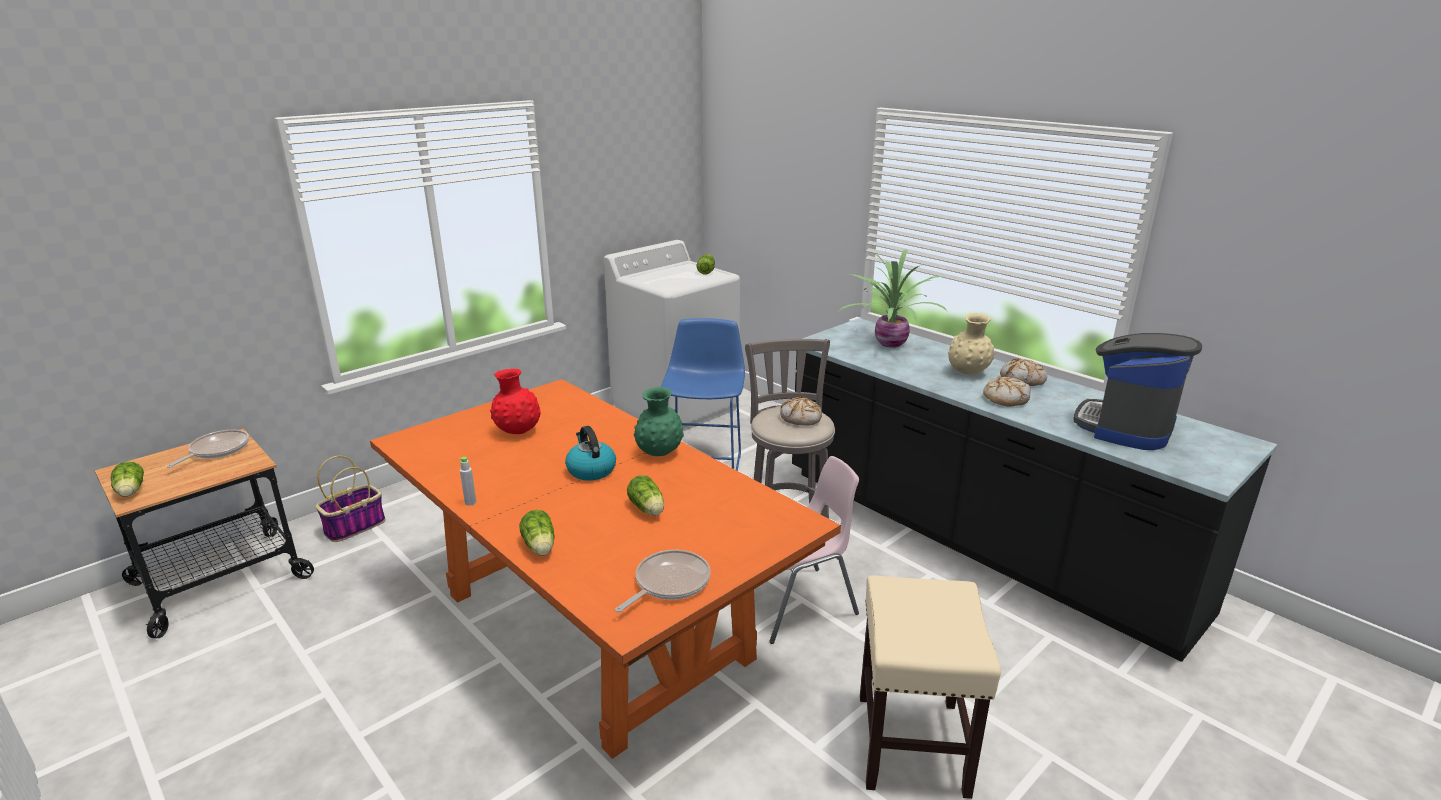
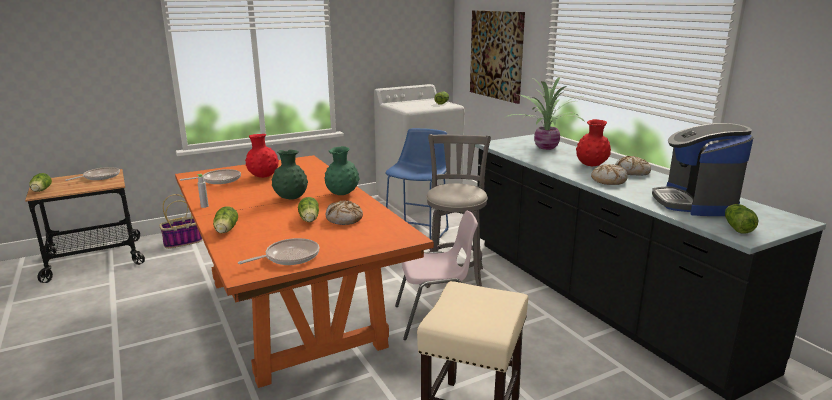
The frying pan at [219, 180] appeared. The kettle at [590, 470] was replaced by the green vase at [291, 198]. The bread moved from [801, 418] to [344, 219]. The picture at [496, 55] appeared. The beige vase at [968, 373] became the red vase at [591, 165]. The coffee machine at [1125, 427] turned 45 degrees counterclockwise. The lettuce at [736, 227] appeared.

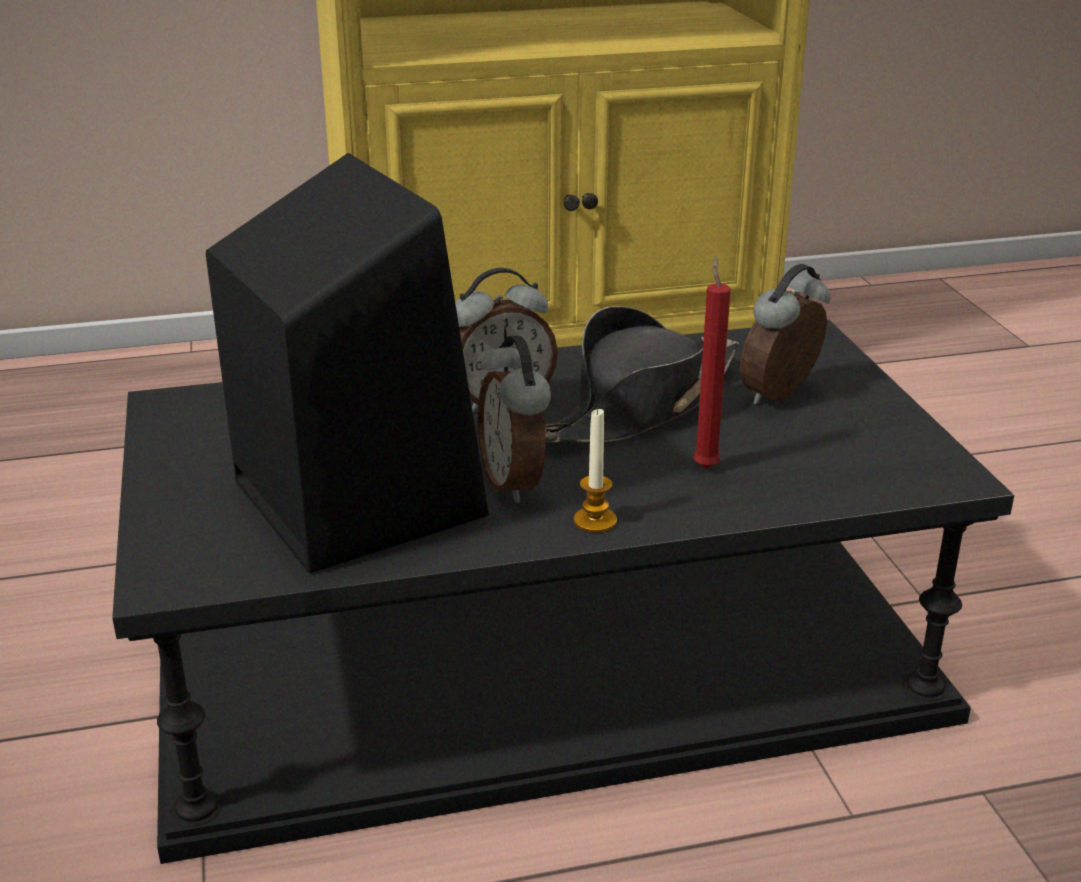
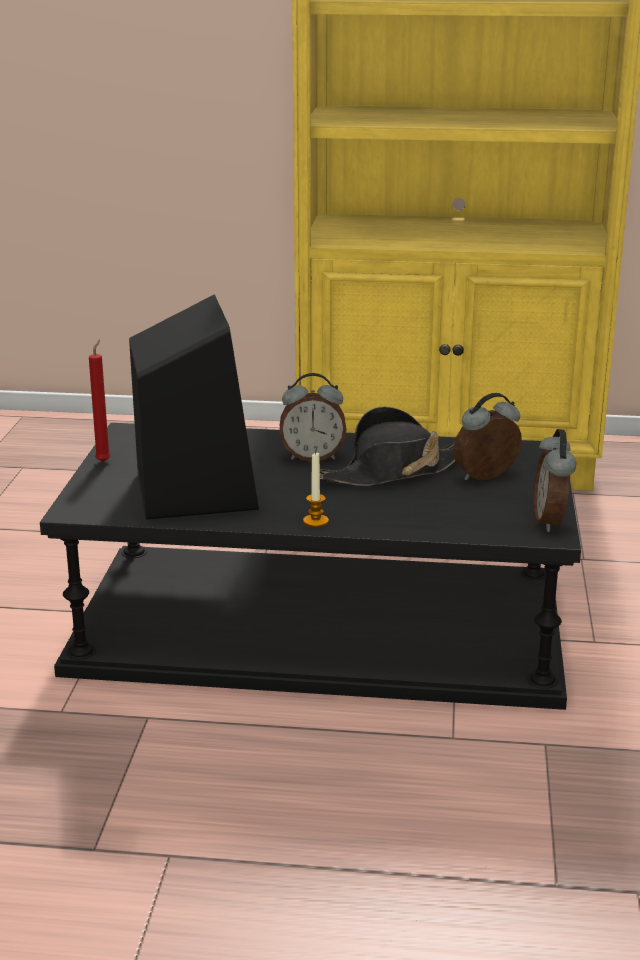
The red candle moved from [705, 466] to [104, 461]. The alarm clock moved from [515, 482] to [551, 521].

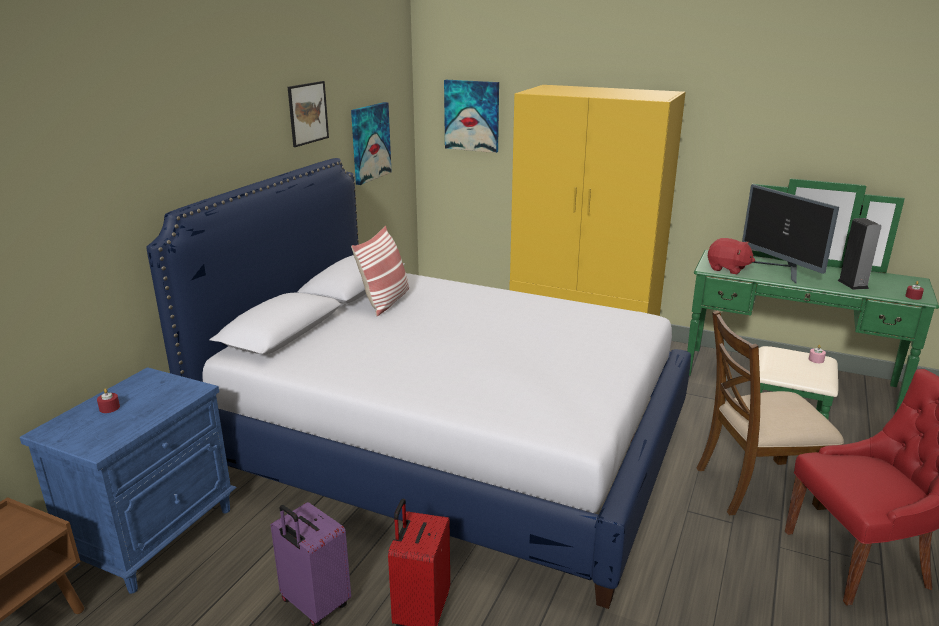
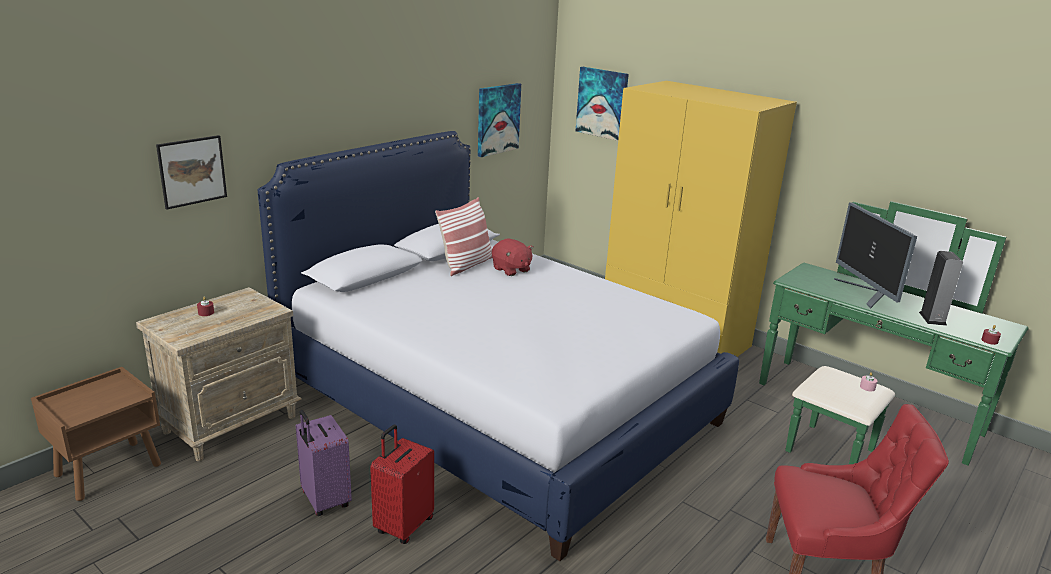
The blue nightstand at [154, 535] became the beige nightstand at [231, 423]. The picture moved from [308, 113] to [192, 171]. The red plush toy moved from [727, 269] to [511, 270]. The brown chair at [756, 486] disappeared.

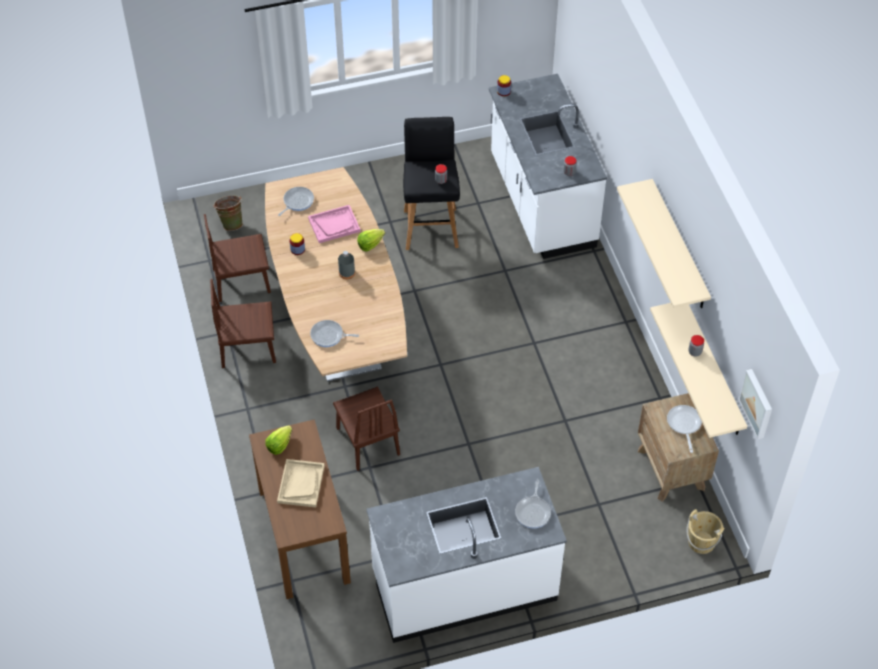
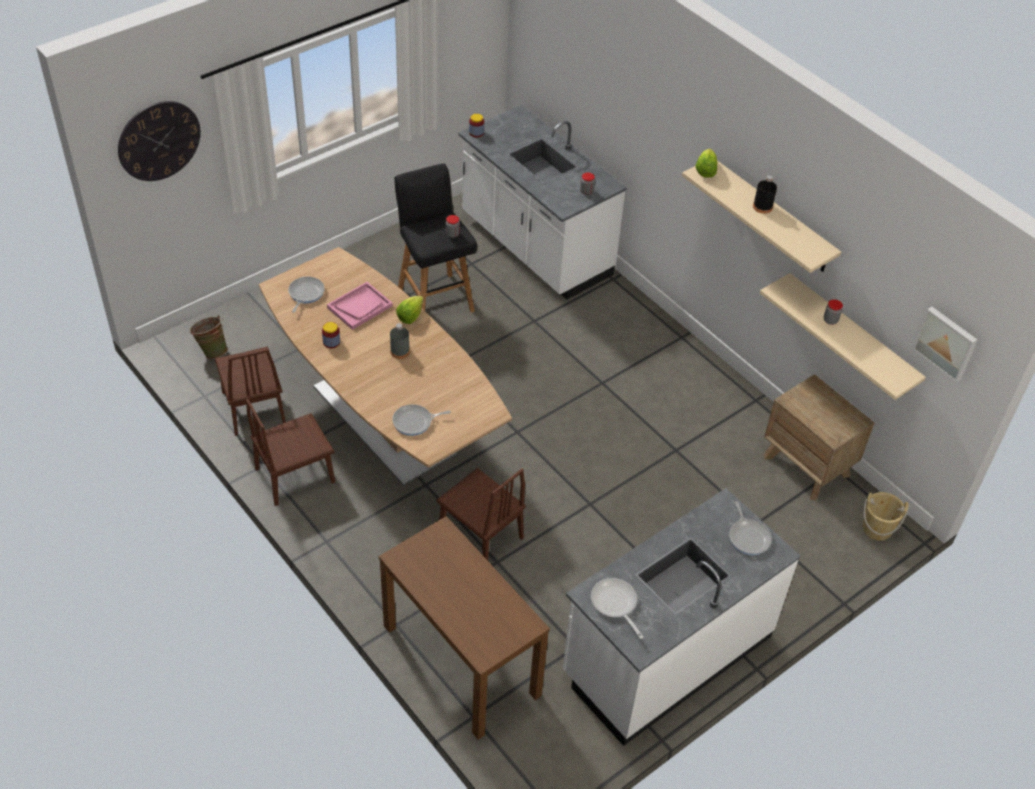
The wall clock at [159, 141] appeared. The brown chair at [242, 281] turned 75 degrees counterclockwise. The frying pan moved from [684, 425] to [615, 604]. The lettuce moved from [279, 445] to [705, 171]. The black bottle at [762, 207] appeared. The beige tray at [301, 484] disappeared.

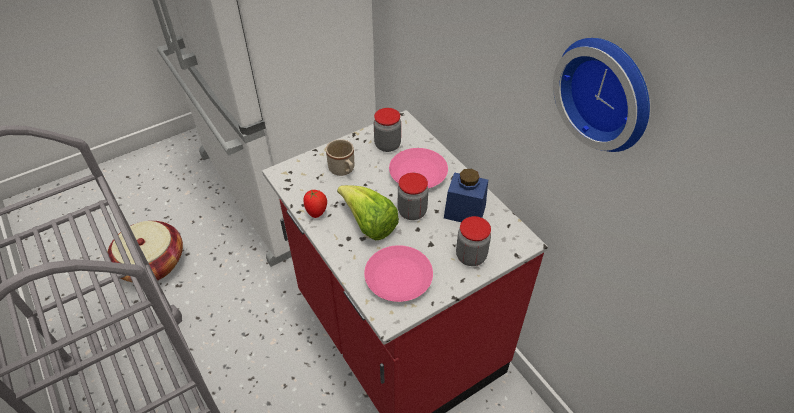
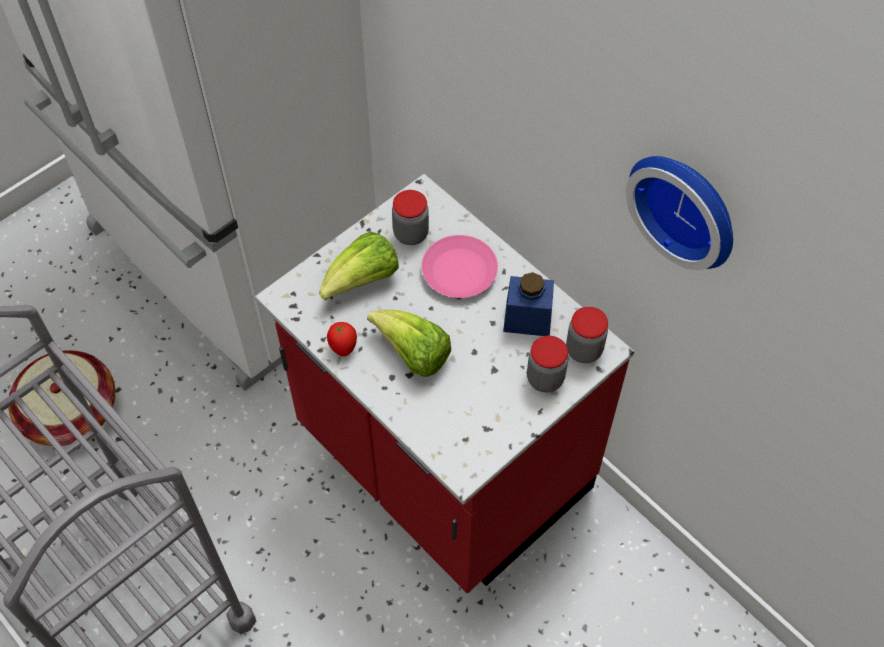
The beige mug at [343, 170] was replaced by the lettuce at [362, 281]. The jar moved from [412, 211] to [584, 350]. The pink plate at [399, 278] disappeared.

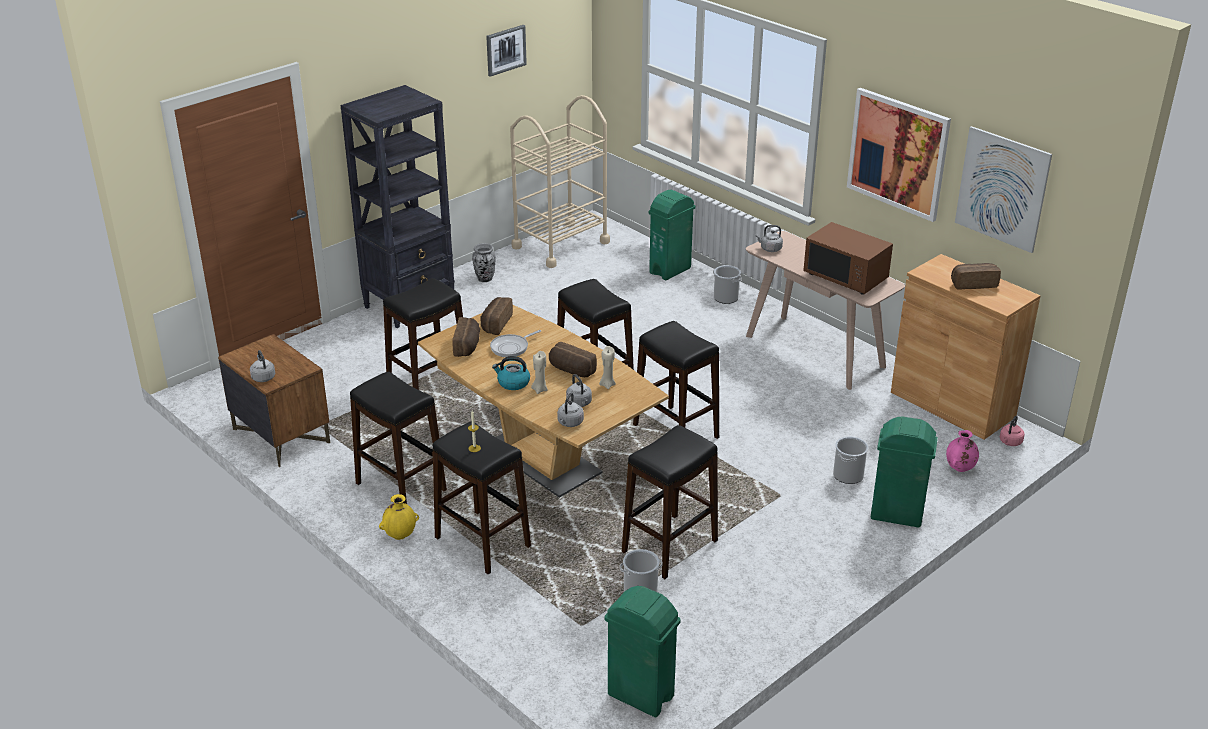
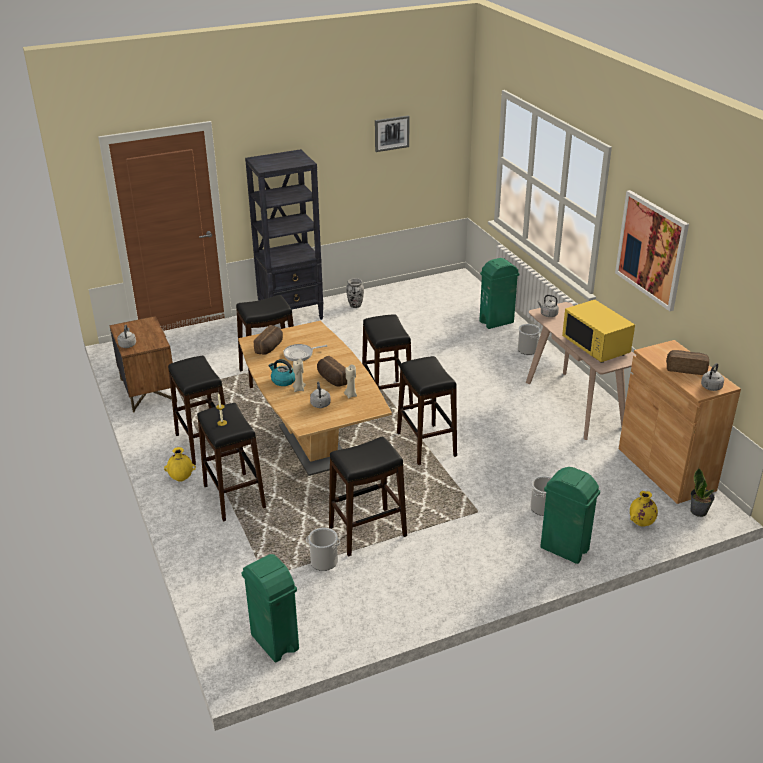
The brown microwave at [846, 277] became the yellow microwave at [596, 346]. The pink vase at [960, 469] became the yellow vase at [641, 523]. The pink kettle at [1010, 442] was replaced by the potted plant at [699, 511]. The grey kettle moved from [570, 423] to [710, 387]. The bread at [495, 324] disappeared. The beige cart at [560, 244] disappeared. The picture at [1002, 189] disappeared.

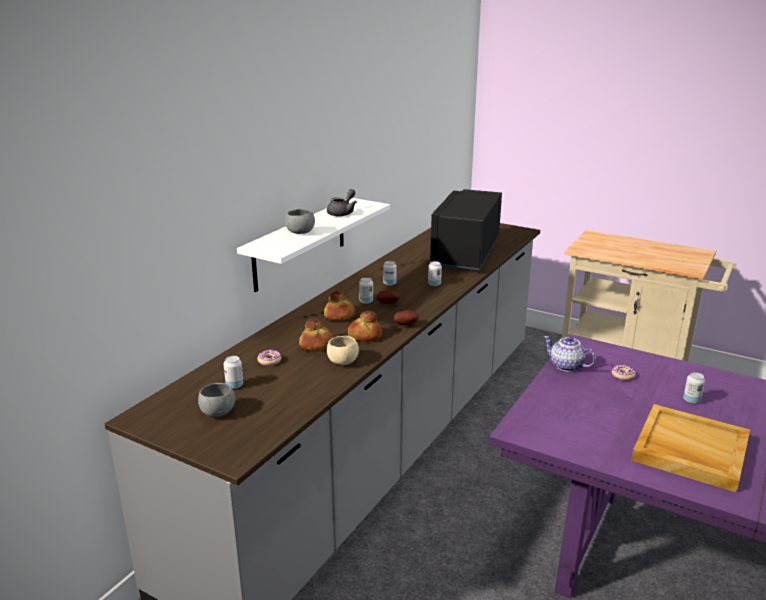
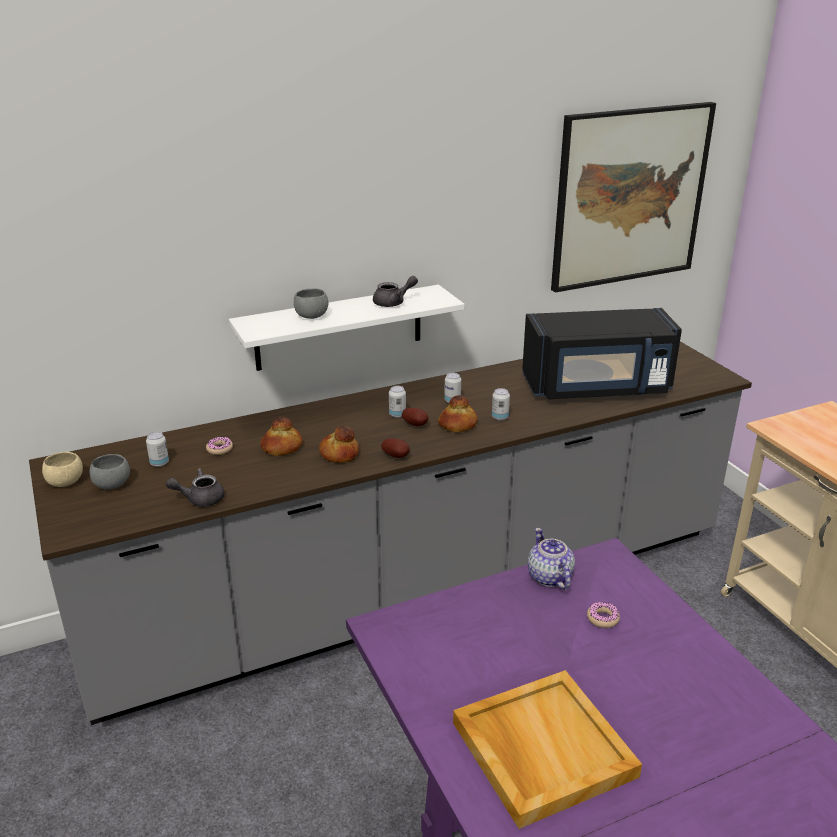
The beige bowl moved from [343, 361] to [65, 482]. The grey teapot at [200, 499] appeared. The bread moved from [340, 315] to [458, 425]. The black microwave at [465, 253] turned 150 degrees counterclockwise. The picture at [629, 196] appeared. The can at [691, 400] disappeared.

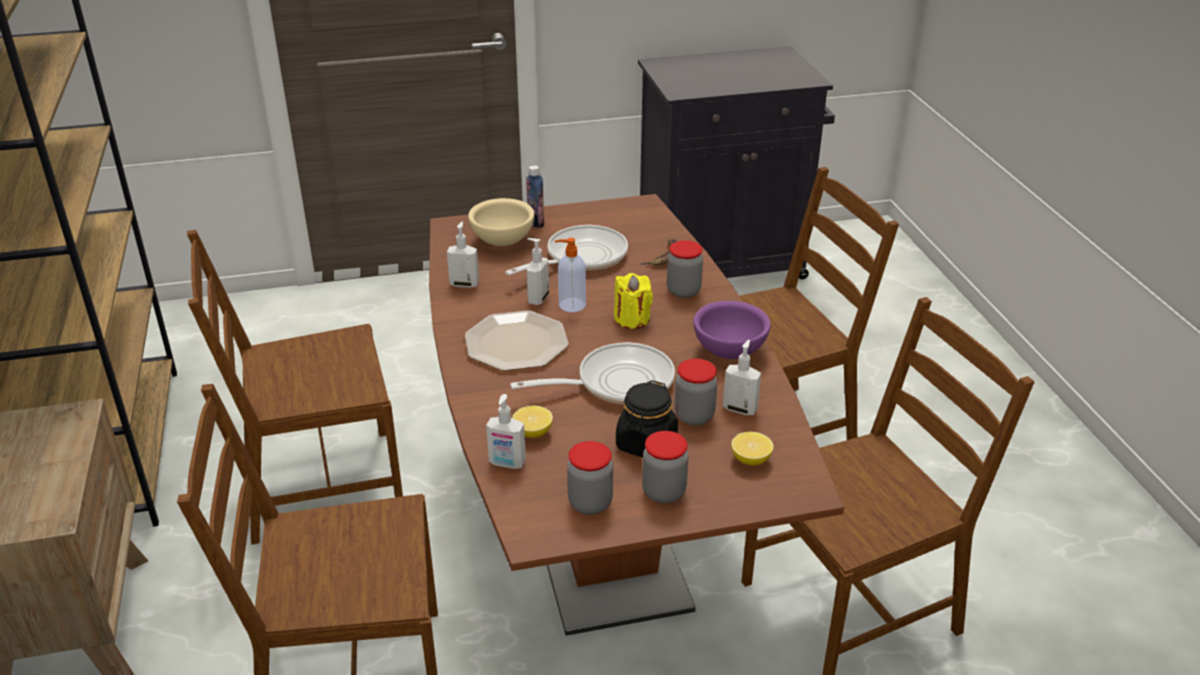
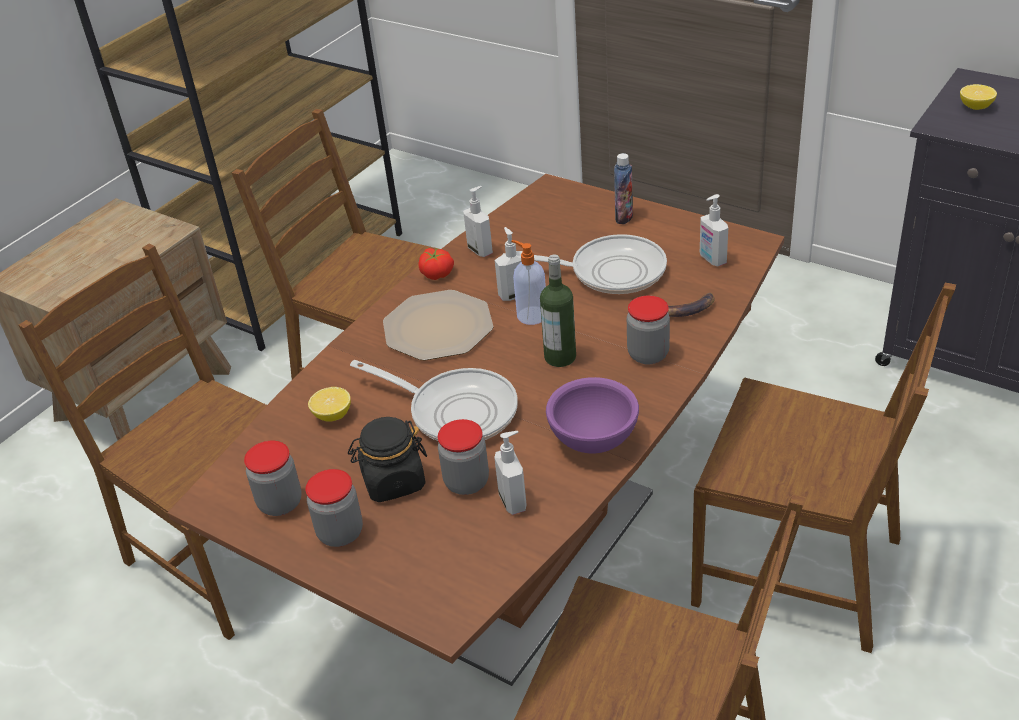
The tomato at [437, 273] appeared. The yellow candle at [632, 319] was replaced by the bottle at [560, 357]. The soap dispenser moved from [507, 463] to [712, 259]. The lemon moved from [750, 460] to [975, 107]. The beige bowl at [503, 240] disappeared.

